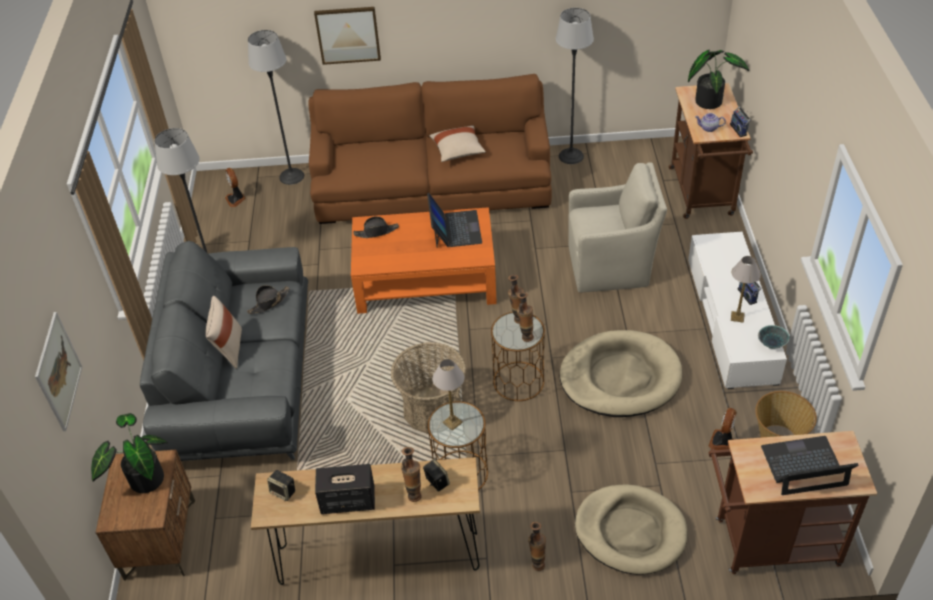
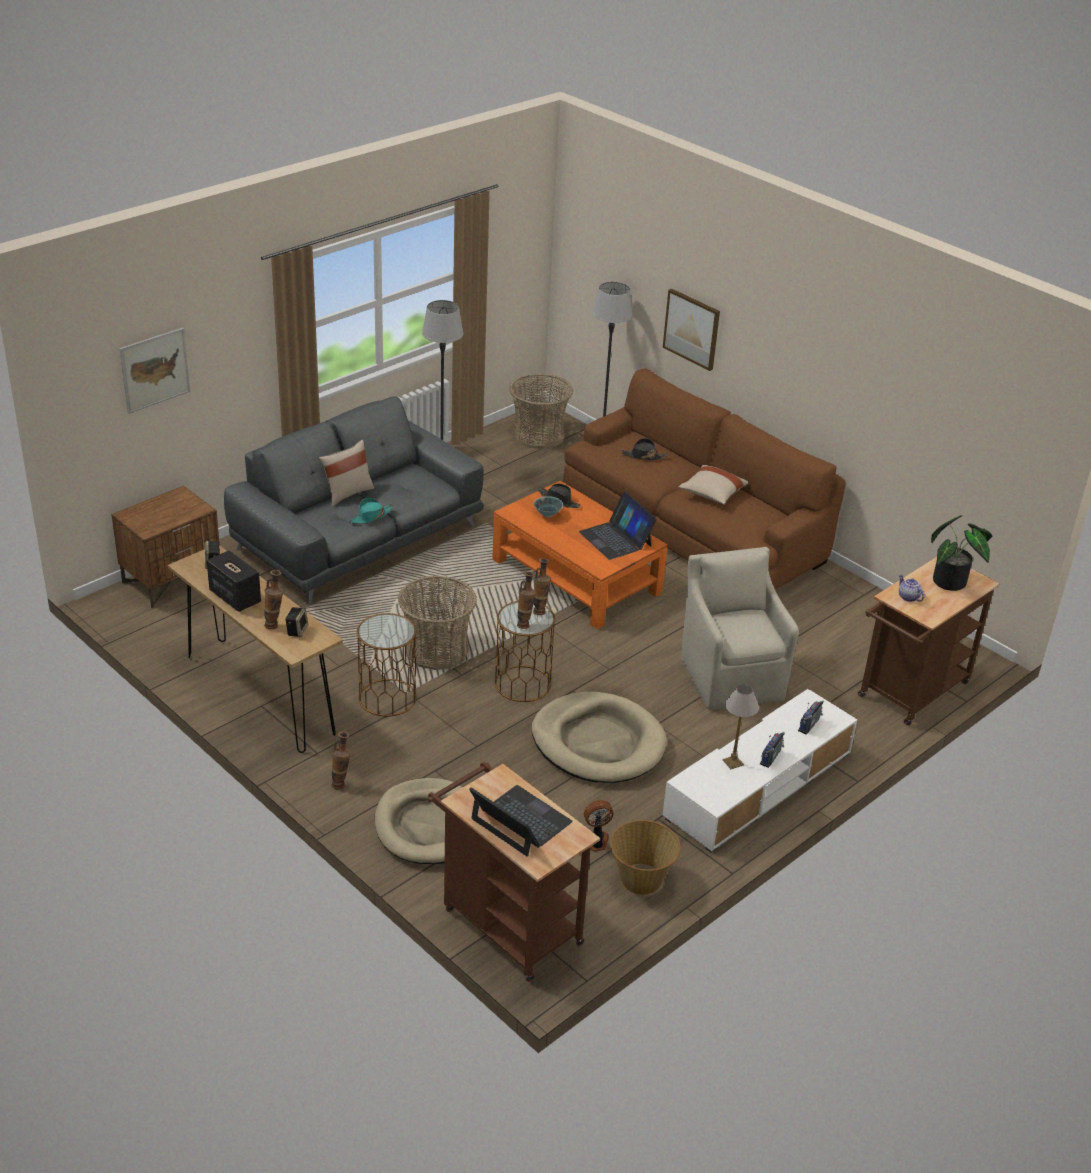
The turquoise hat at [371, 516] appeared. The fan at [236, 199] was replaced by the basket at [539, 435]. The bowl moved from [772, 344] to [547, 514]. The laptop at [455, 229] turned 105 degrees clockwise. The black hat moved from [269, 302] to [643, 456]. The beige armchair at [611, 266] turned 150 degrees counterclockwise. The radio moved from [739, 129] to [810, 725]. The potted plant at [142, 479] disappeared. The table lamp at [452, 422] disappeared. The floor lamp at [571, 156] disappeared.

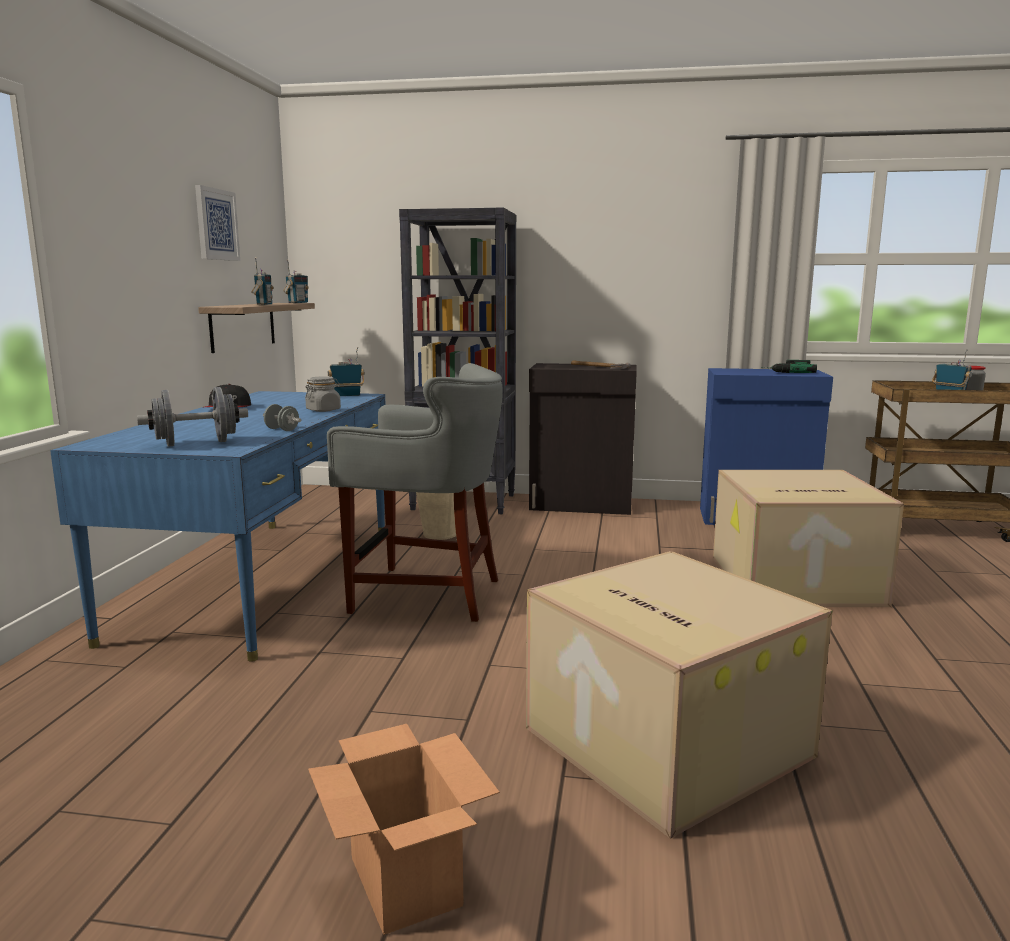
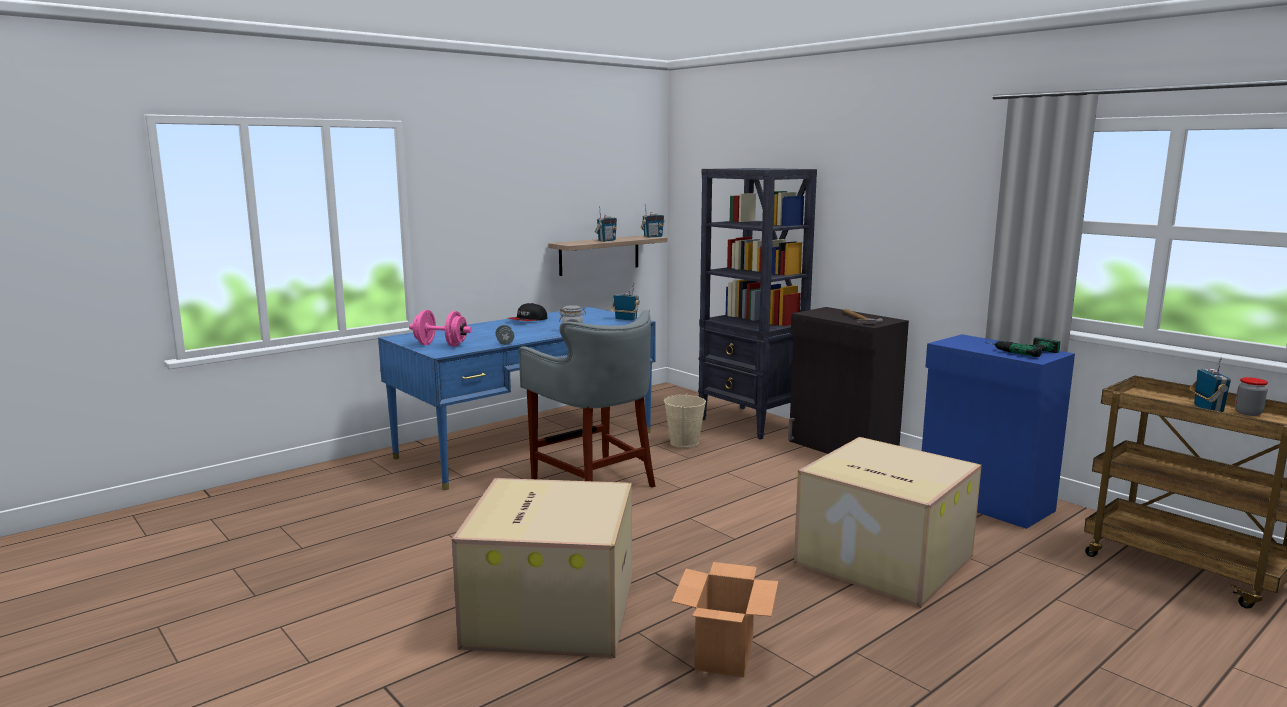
The grey dumbbell at [196, 443] became the pink dumbbell at [441, 345]. The cardboard box moved from [404, 880] to [724, 653]. The picture at [216, 224] disappeared.

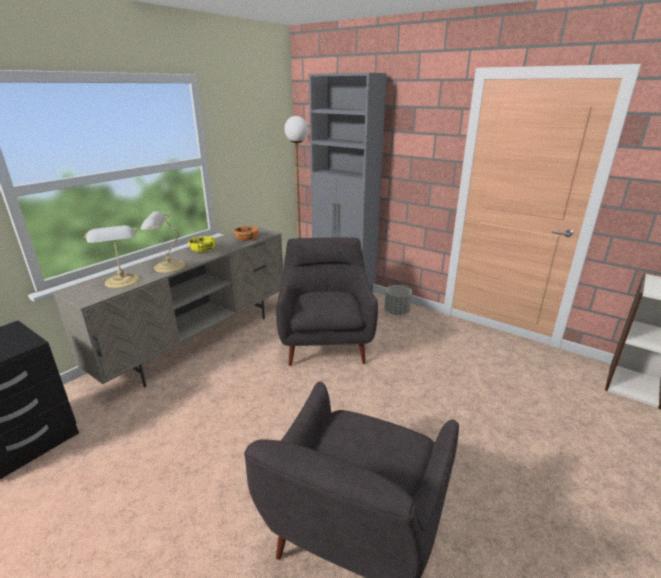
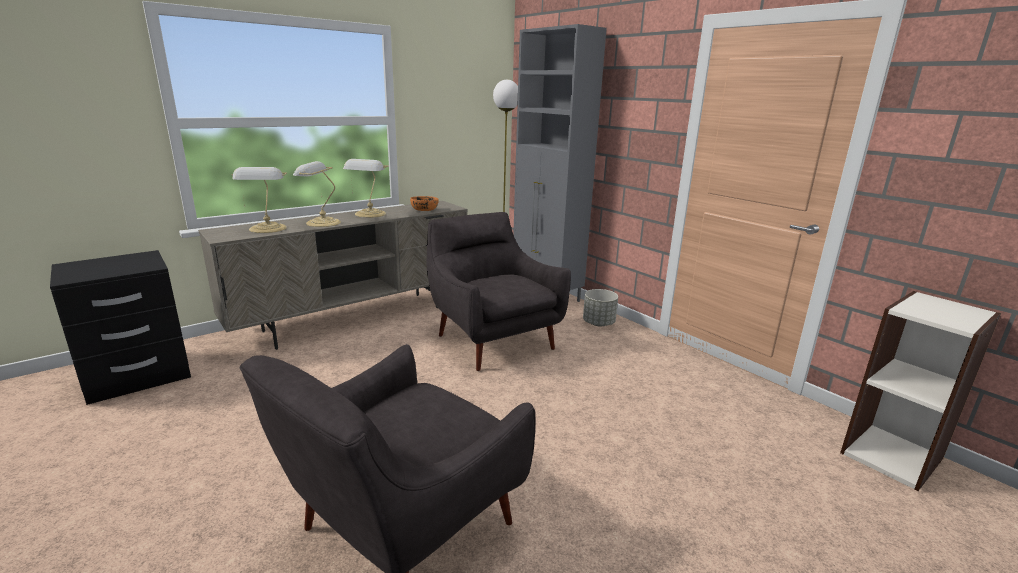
The yellow bowl at [203, 250] was replaced by the table lamp at [370, 214]. The grey armchair at [325, 342] turned 45 degrees counterclockwise.

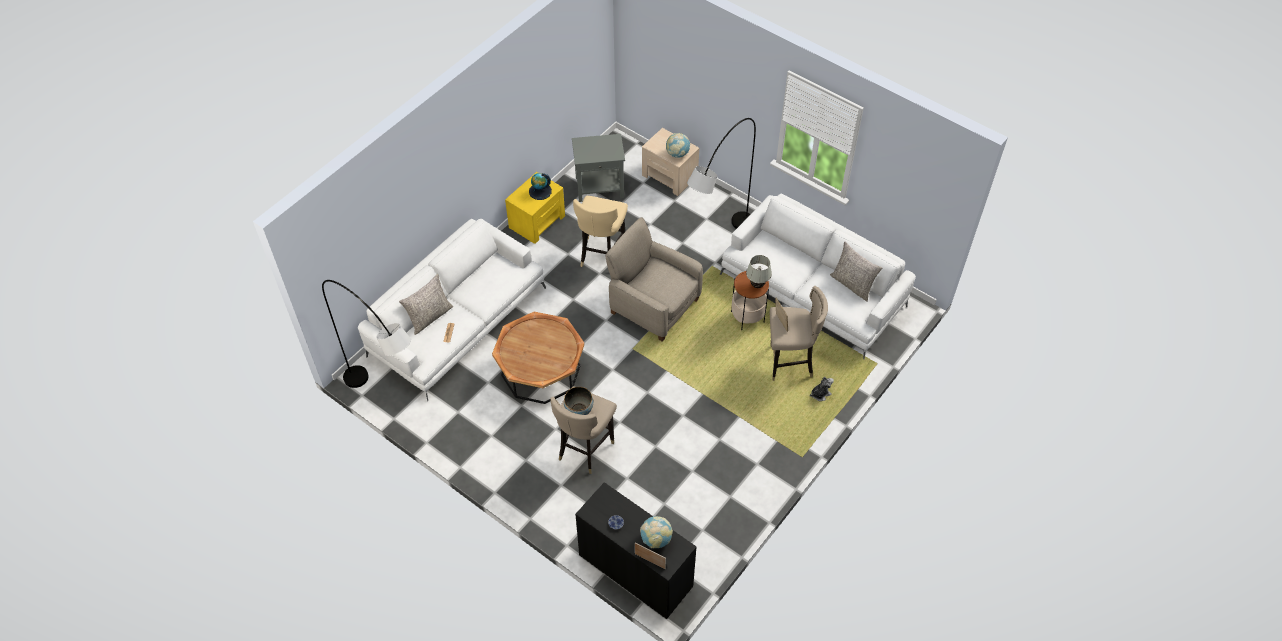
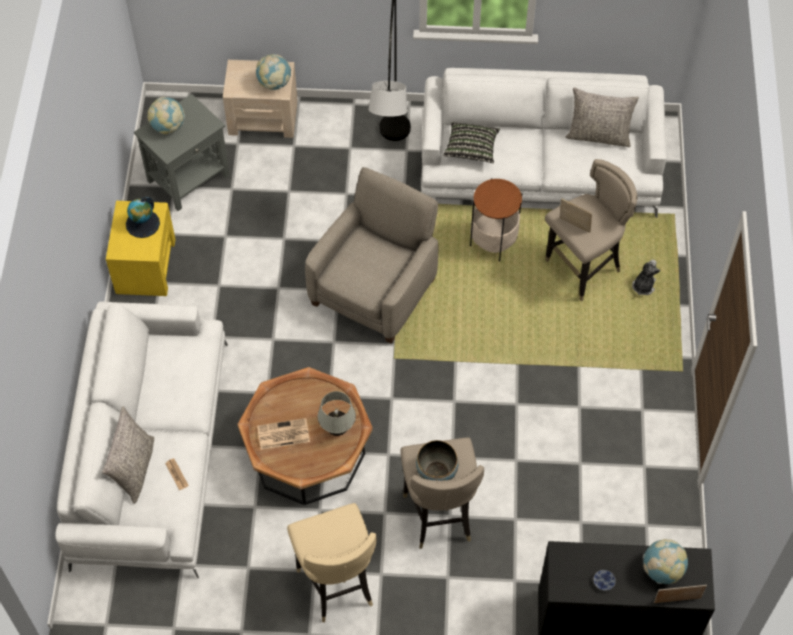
The globe at [168, 127] appeared. The newspaper at [282, 434] appeared. The beige stool moved from [601, 254] to [336, 584]. The beige armchair at [653, 305] turned 120 degrees clockwise. The white table lamp moved from [757, 285] to [337, 430]. The pillow at [471, 149] appeared. The grey floor lamp at [389, 401] disappeared.

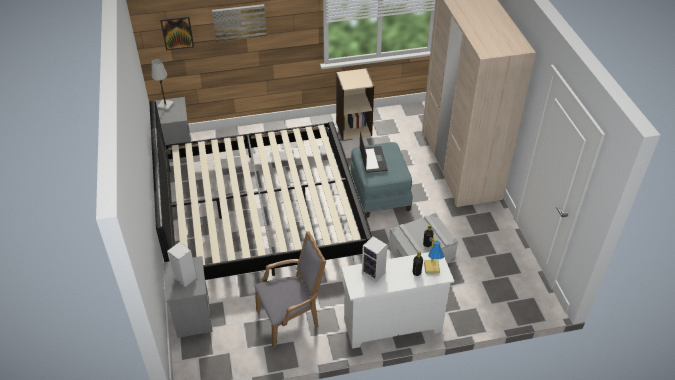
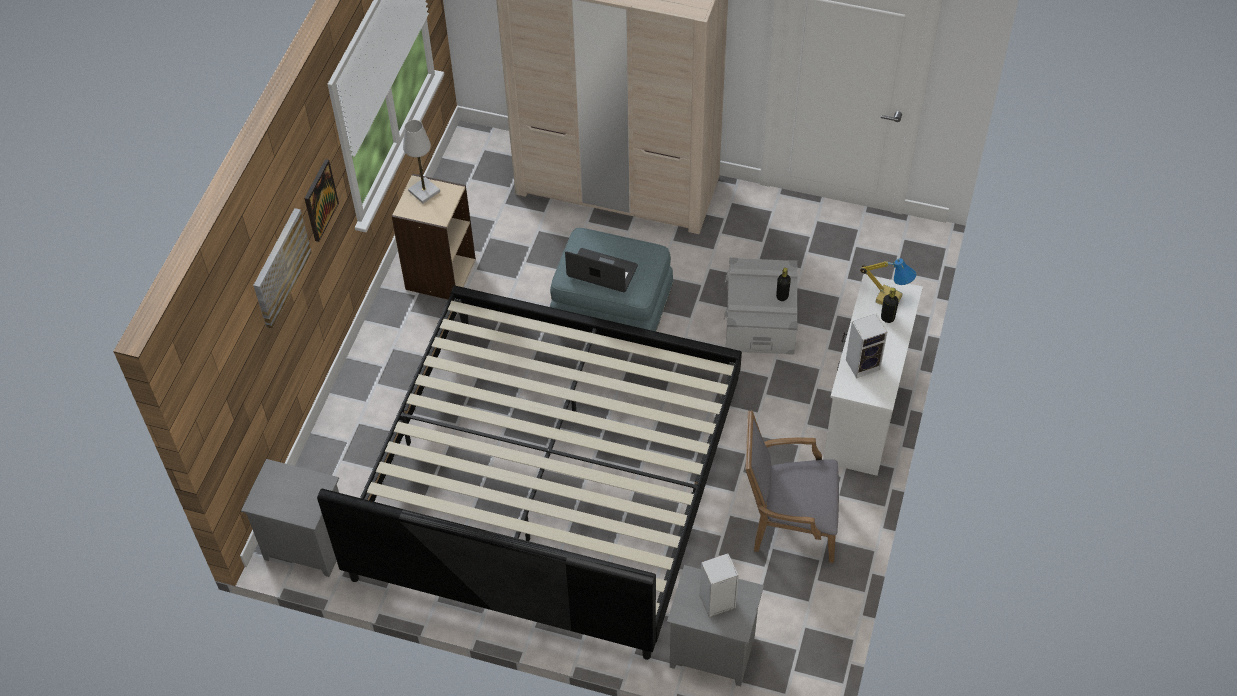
The picture moved from [177, 32] to [320, 200]. The white table lamp moved from [165, 105] to [424, 191]. The grey armchair at [291, 319] turned 90 degrees counterclockwise.

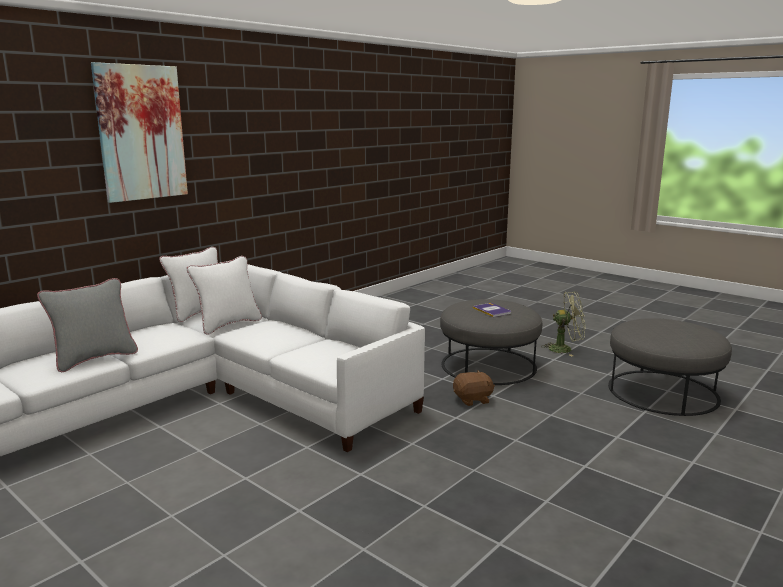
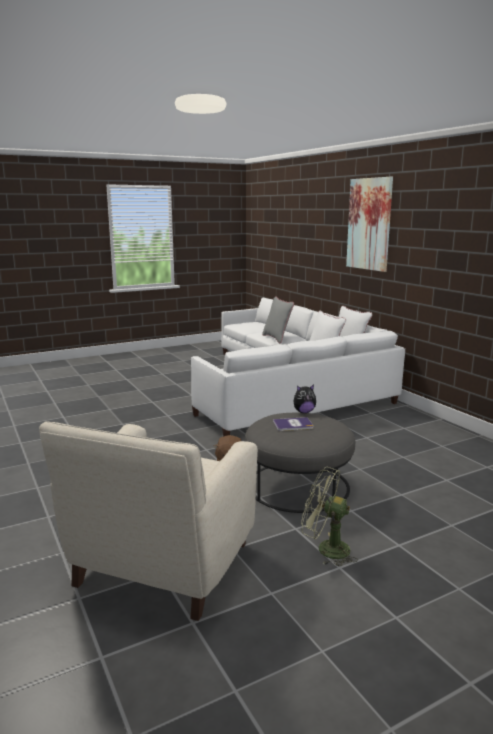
The grey ottoman at [663, 392] was replaced by the beige armchair at [161, 566]. The plush toy at [304, 412] appeared. The green fan at [565, 349] turned 90 degrees clockwise.

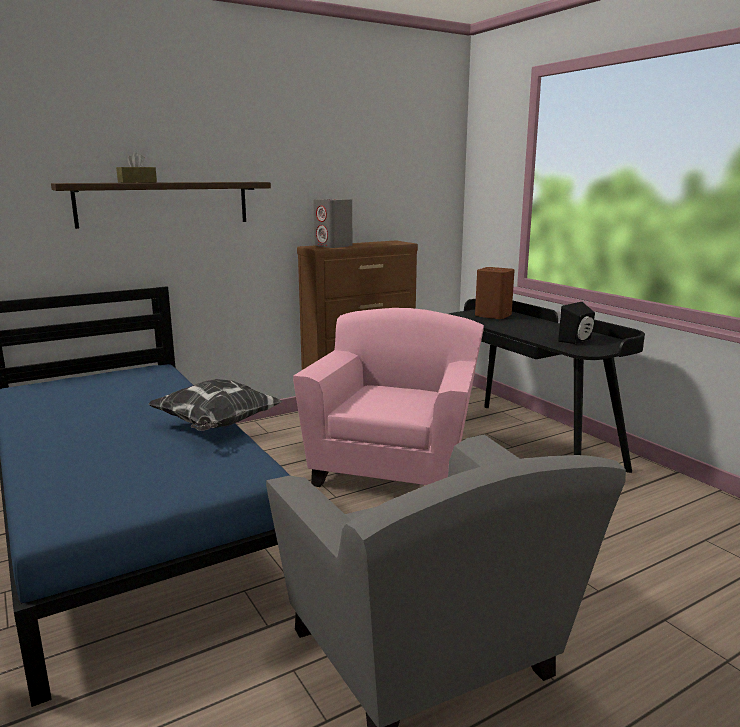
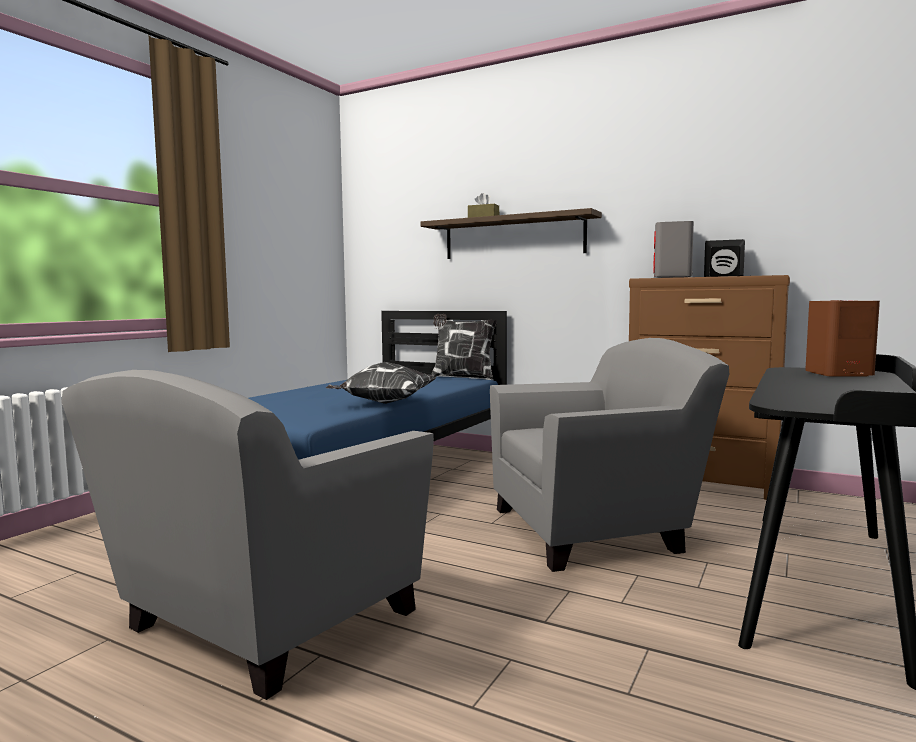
The pillow at [462, 377] appeared. The pink armchair at [394, 467] became the grey armchair at [594, 529]. The black speaker moved from [577, 341] to [723, 276].

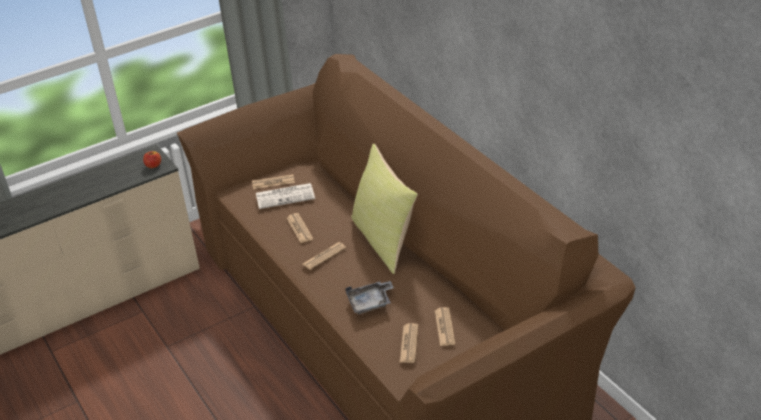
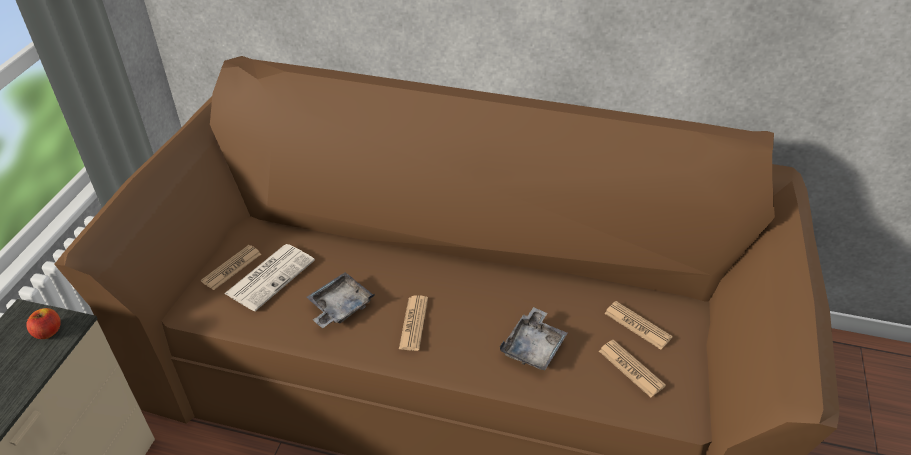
The newspaper at [299, 228] was replaced by the grey tray at [339, 307]. The yellow pillow at [385, 240] disappeared.

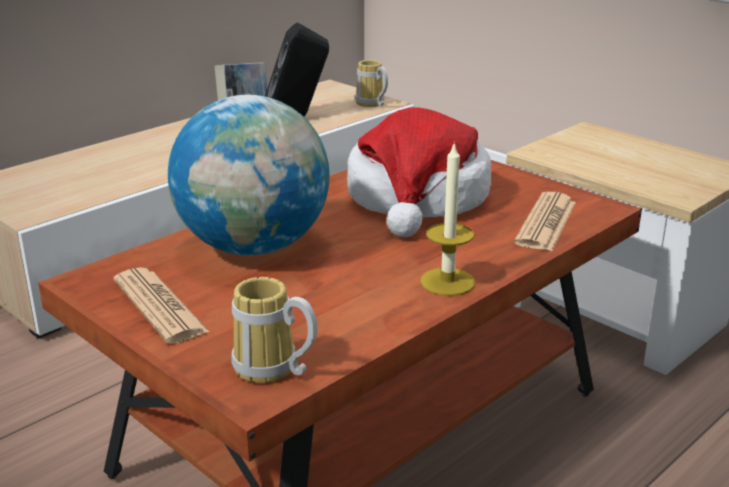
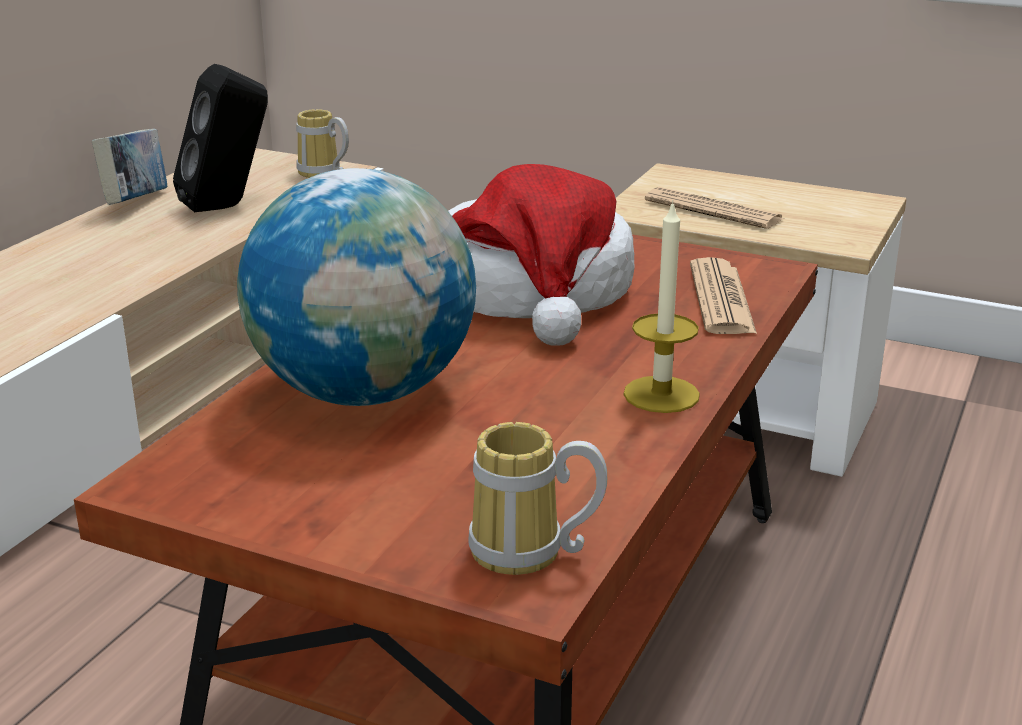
The newspaper moved from [159, 306] to [713, 210].

